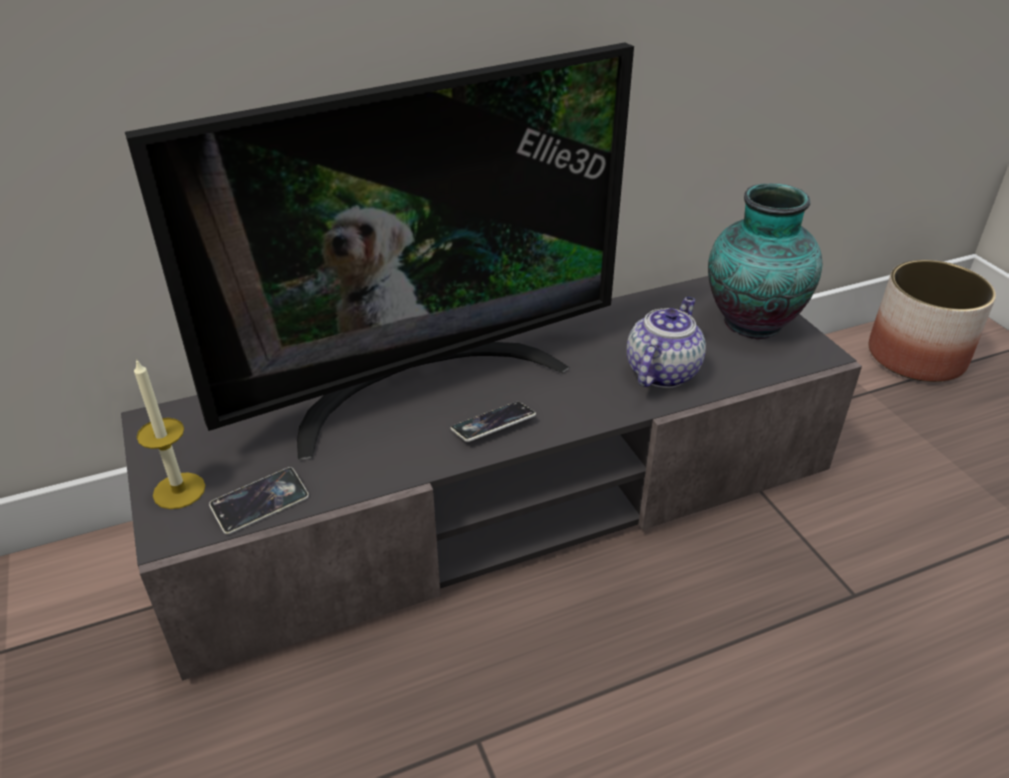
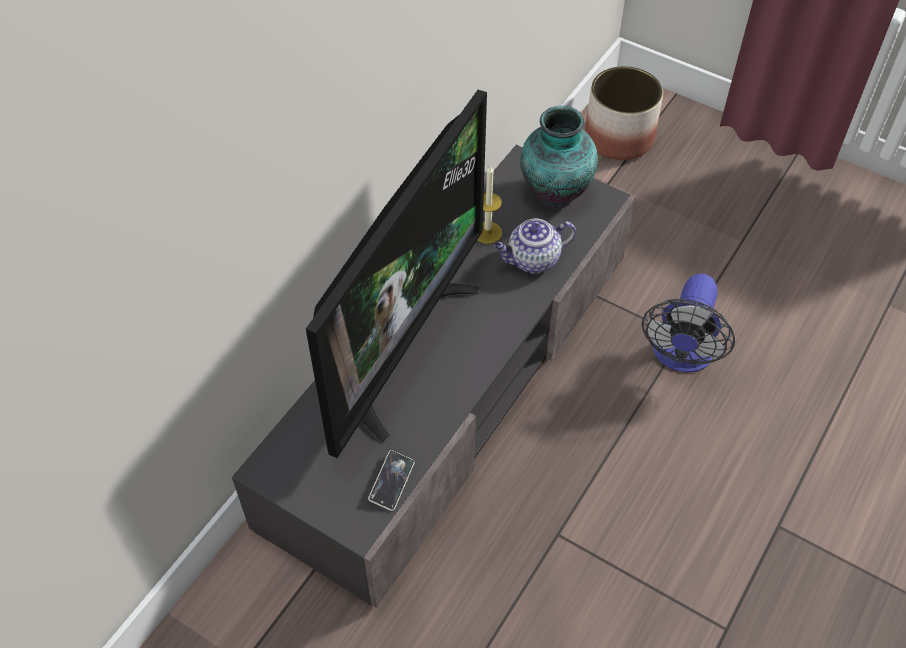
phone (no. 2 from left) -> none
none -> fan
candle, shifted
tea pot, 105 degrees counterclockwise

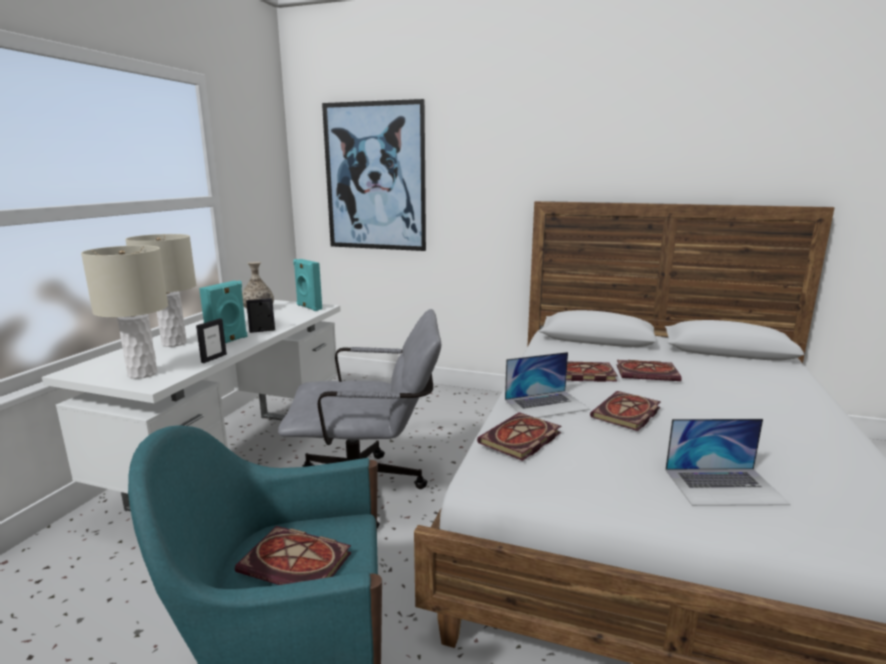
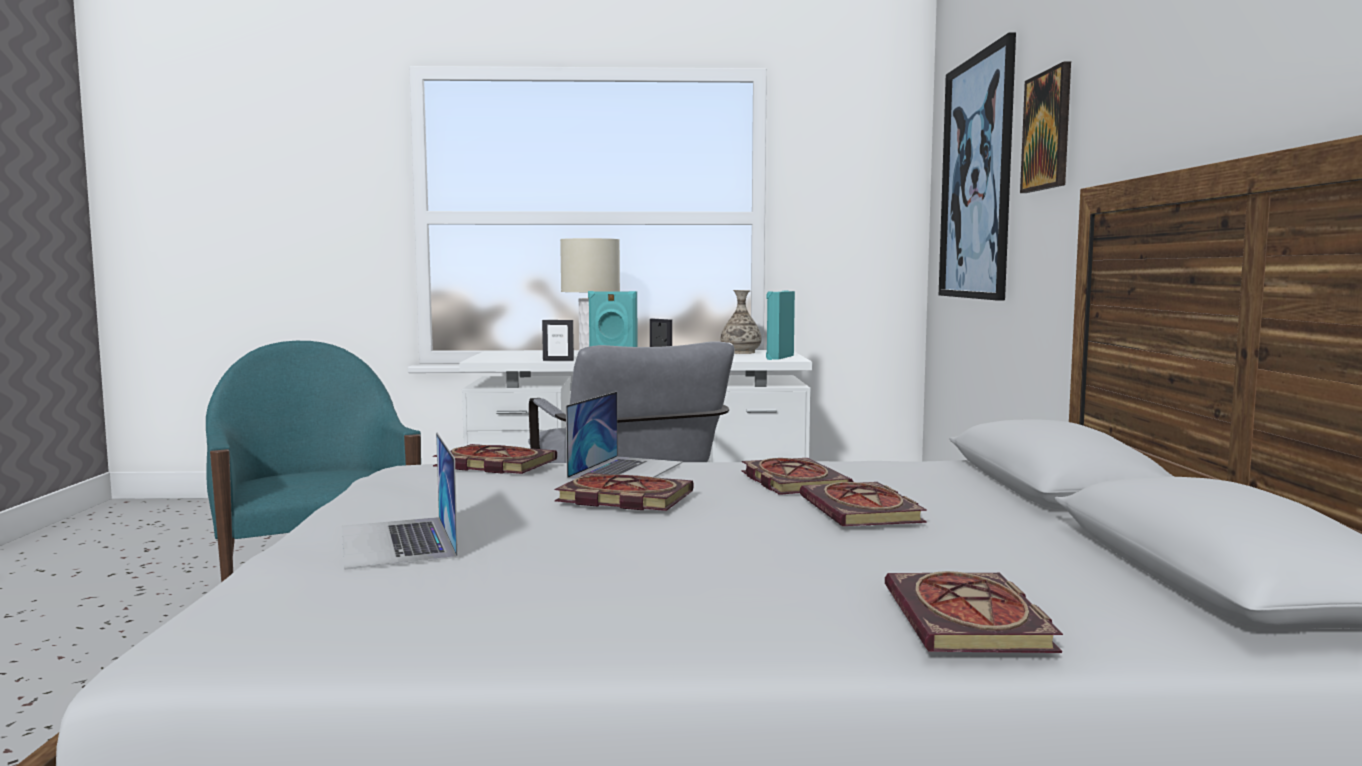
beige-coloured lamp for a table (no. 1 from left) -> none
none -> picture (no. 2 from left)
volume (no. 1 from left in the first image) -> volume (no. 5 from left), shifted
notebook computer (no. 1 from left in the first image) -> notebook computer (no. 2 from left), 120 degrees counterclockwise

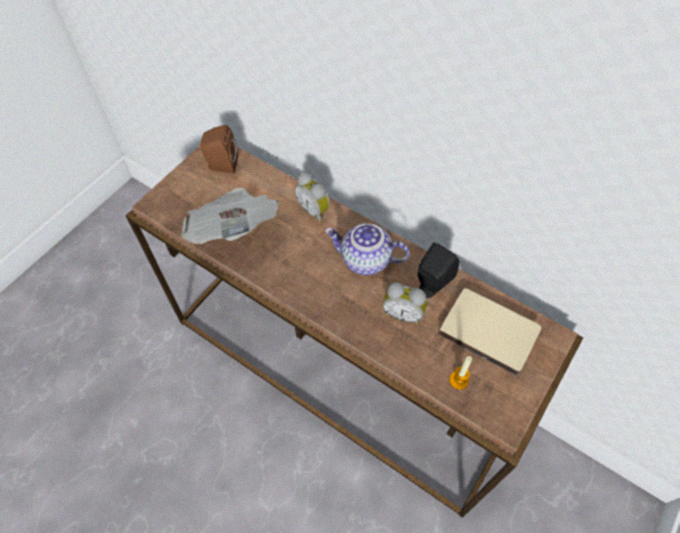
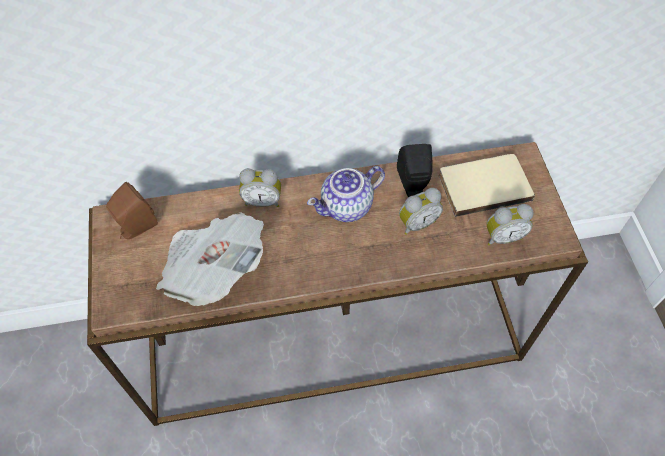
candle -> alarm clock (no. 3 from left)

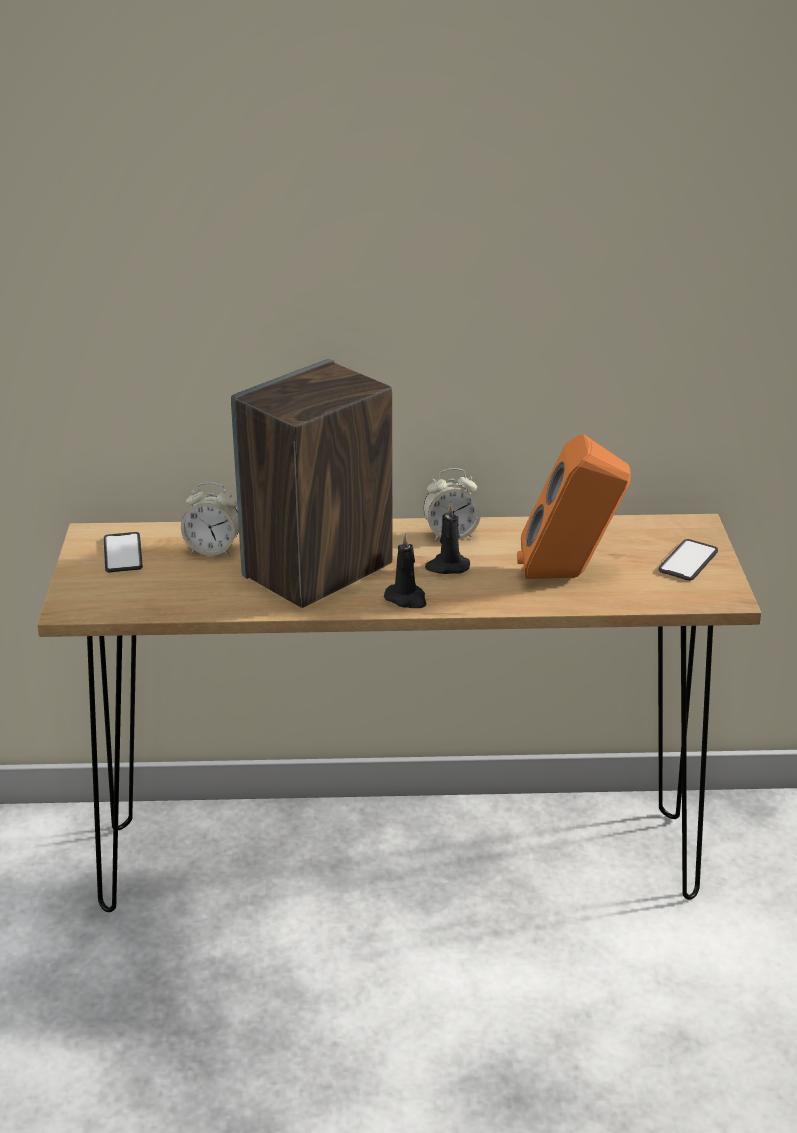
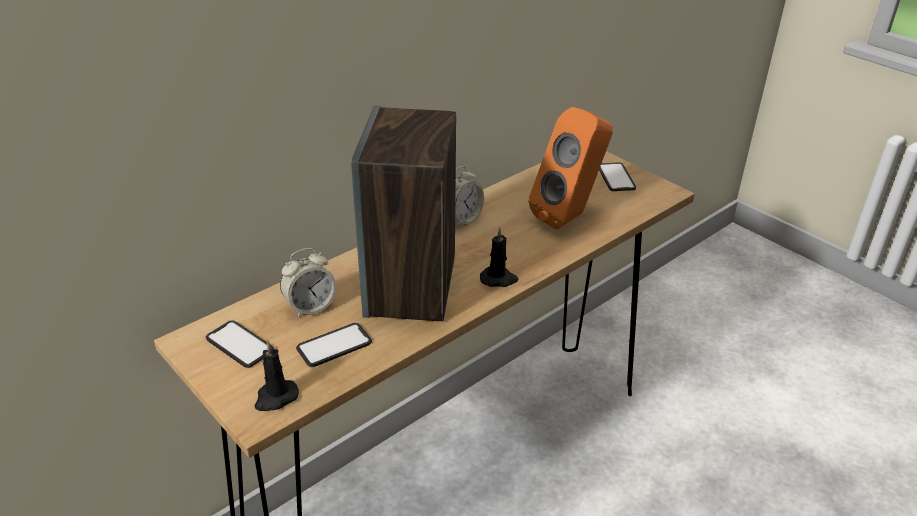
none -> phone (no. 2 from left)
black candle (no. 2 from left in the first image) -> black candle (no. 1 from left), shifted

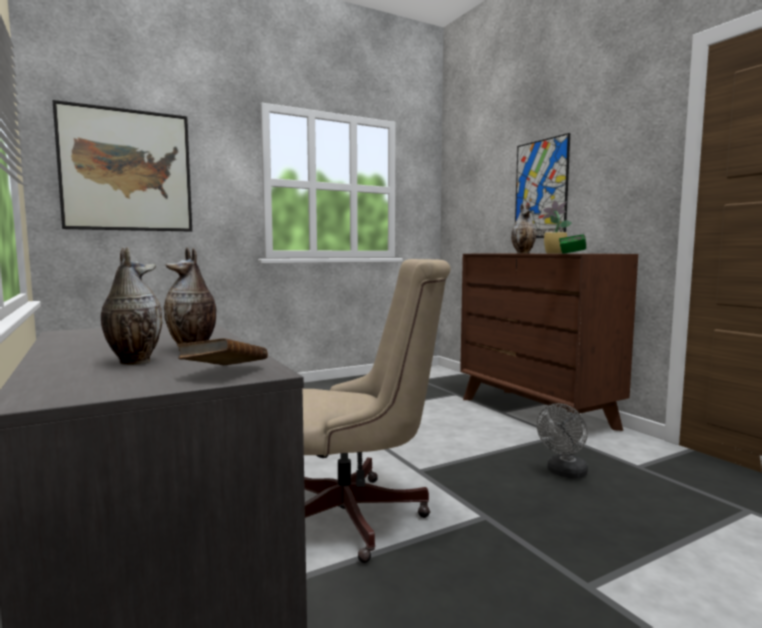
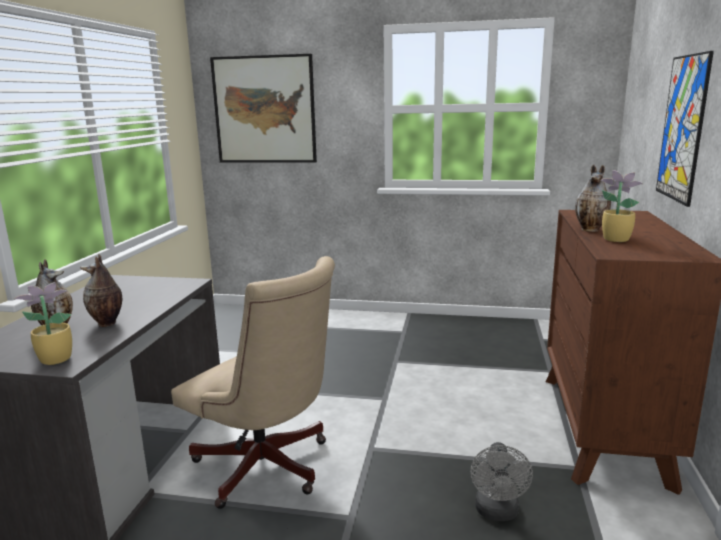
greenish volume -> none
brown-coloured volume -> potted plant (no. 1 from left)
greyish fan, 75 degrees counterclockwise

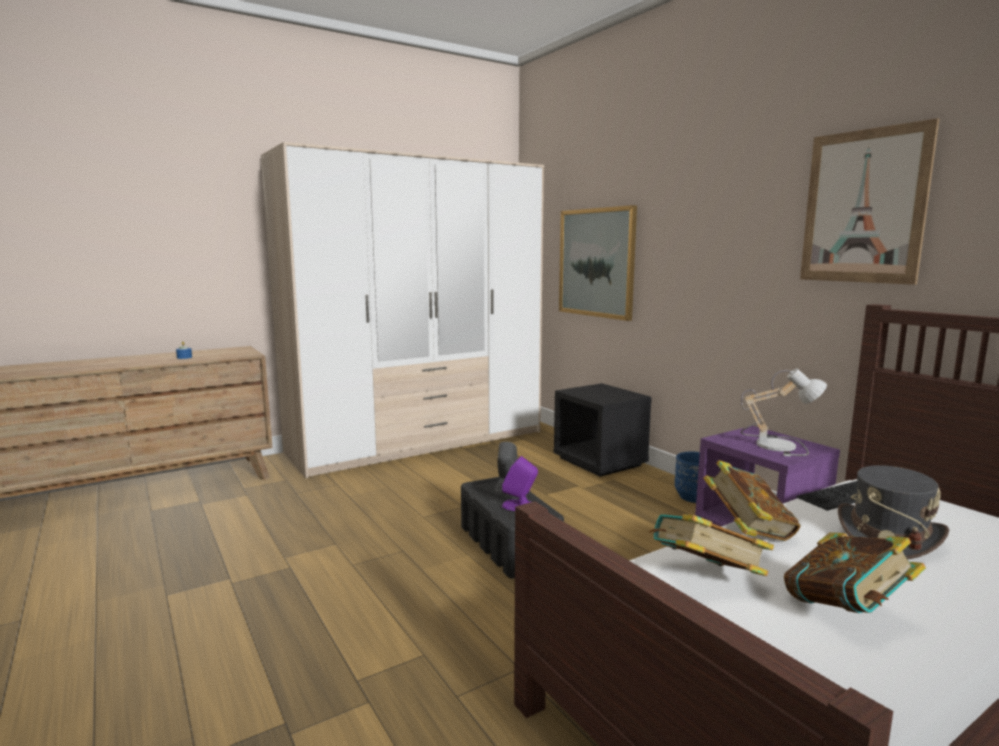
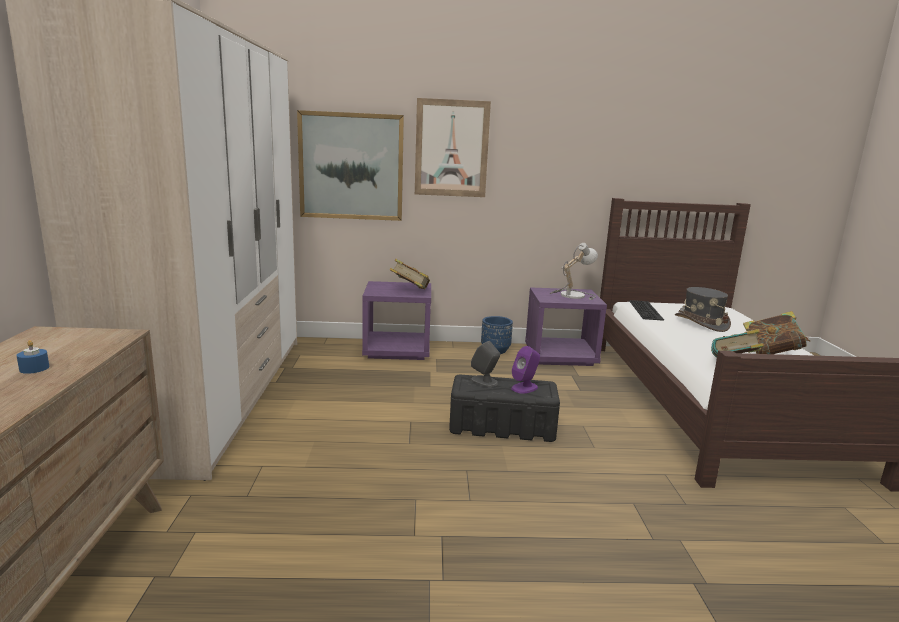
volume (no. 2 from left in the first image) -> volume (no. 1 from left), shifted
picture (no. 2 from left), shifted
black nightstand -> purple-coloured nightstand (no. 1 from left)

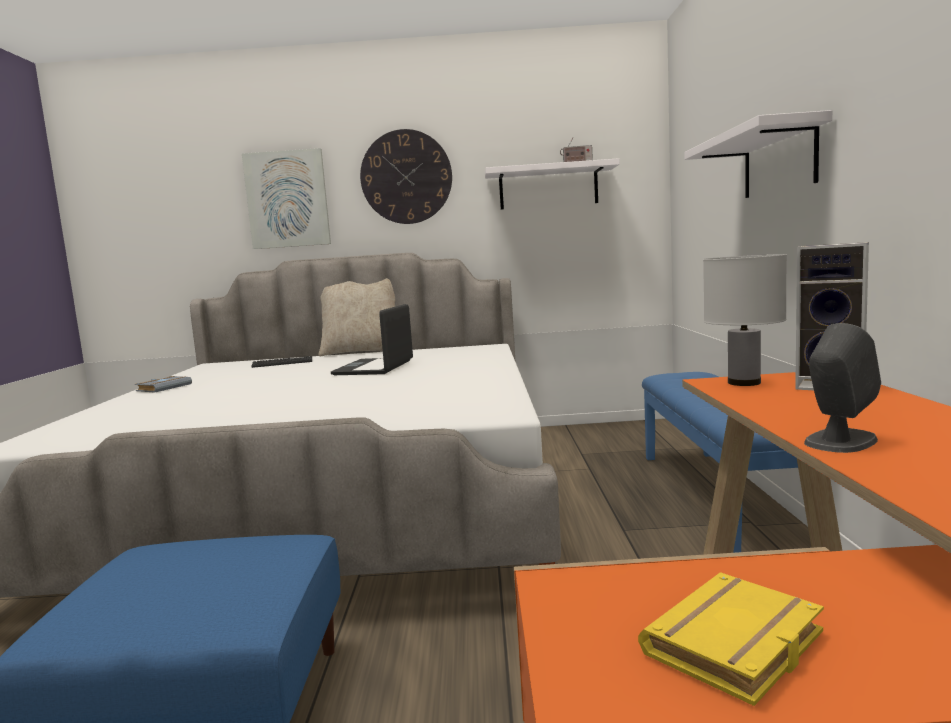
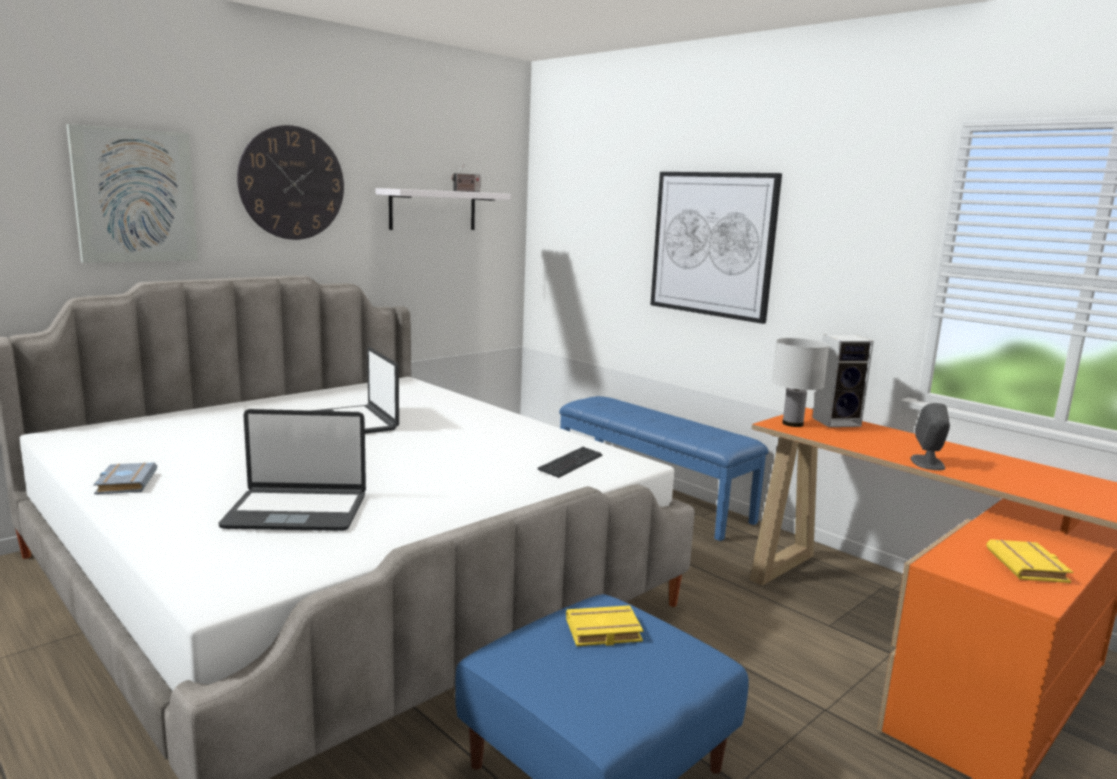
beige-coloured pillow -> none
none -> notebook computer (no. 1 from left)
none -> yellowish volume (no. 1 from left)
PC keyboard, shifted
white shelf (no. 2 from left) -> picture (no. 2 from left)

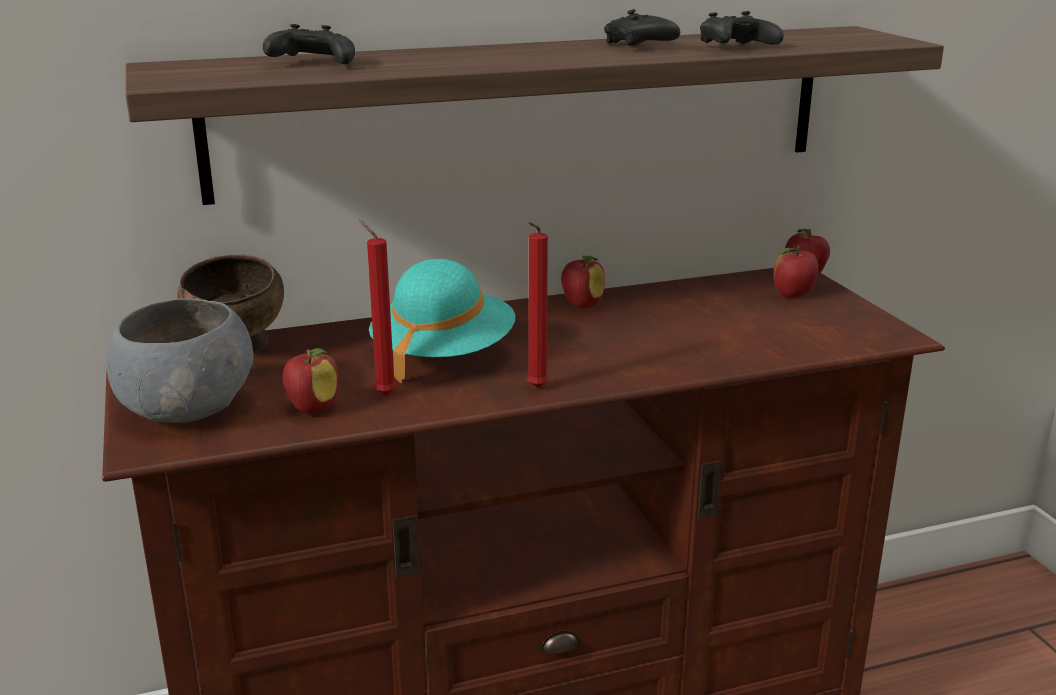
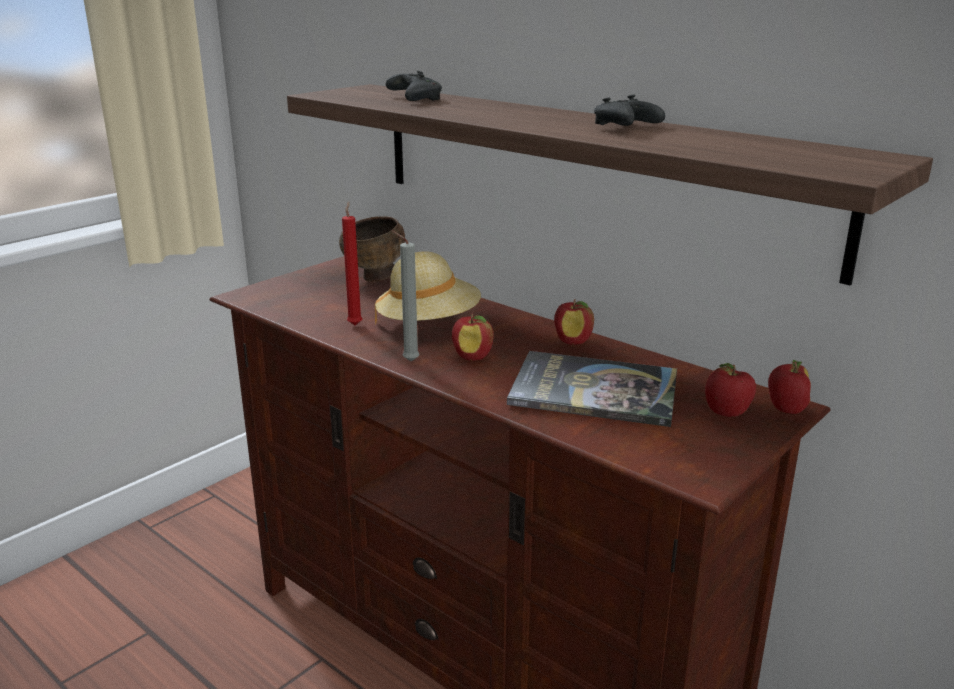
greyish bowl -> none
black game controller (no. 3 from left) -> none
none -> volume
whole apple (no. 1 from left), shifted
blue-green clothing hat -> beige-coloured clothing hat
red-coloured candle (no. 2 from left) -> greyish candle

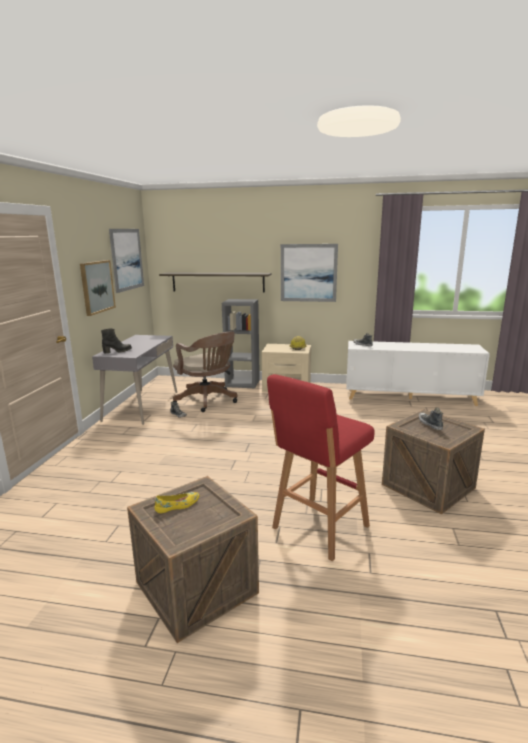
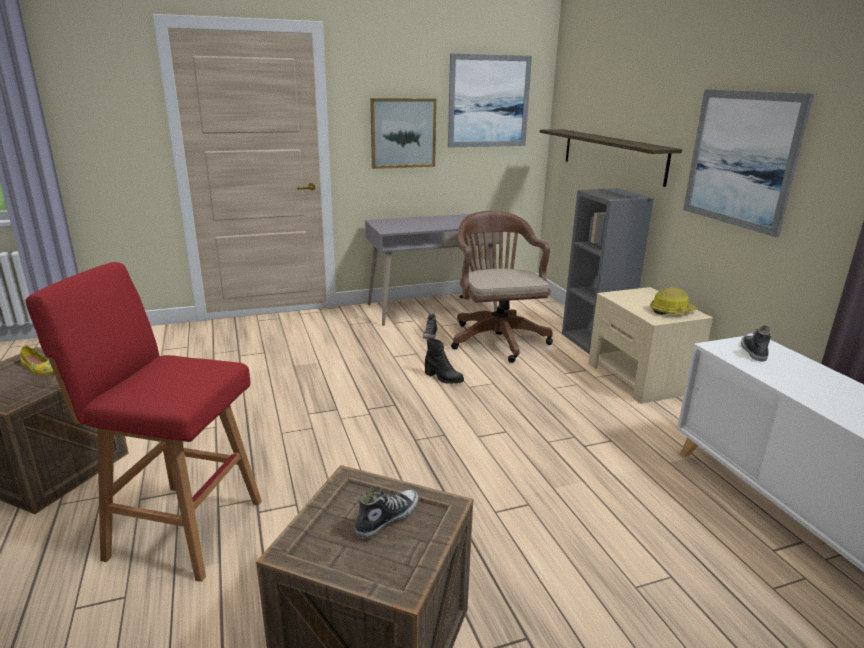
black high-top boot, shifted
brown-coloured desk chair, 150 degrees clockwise

